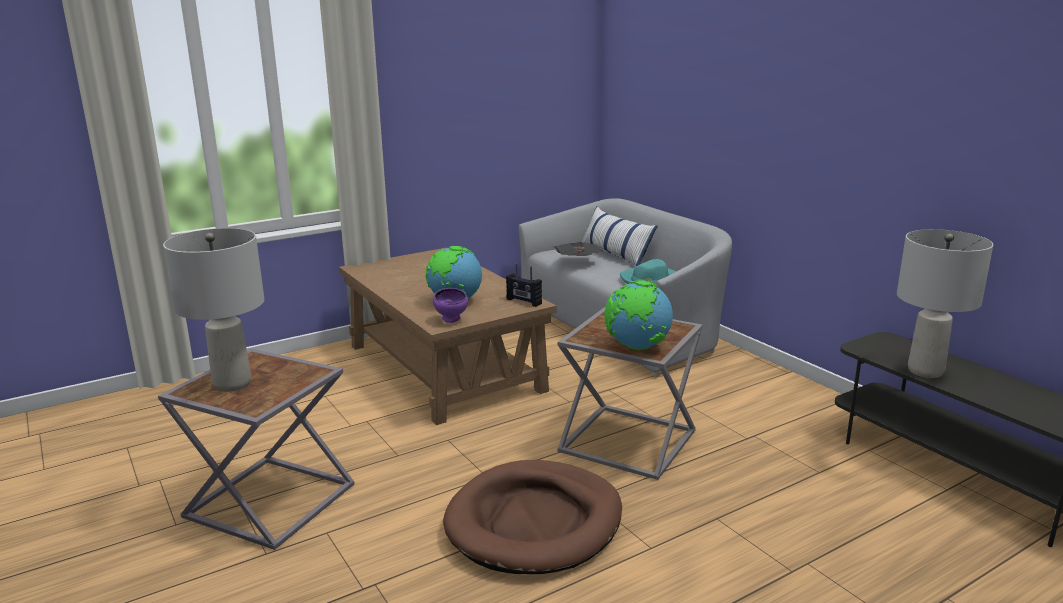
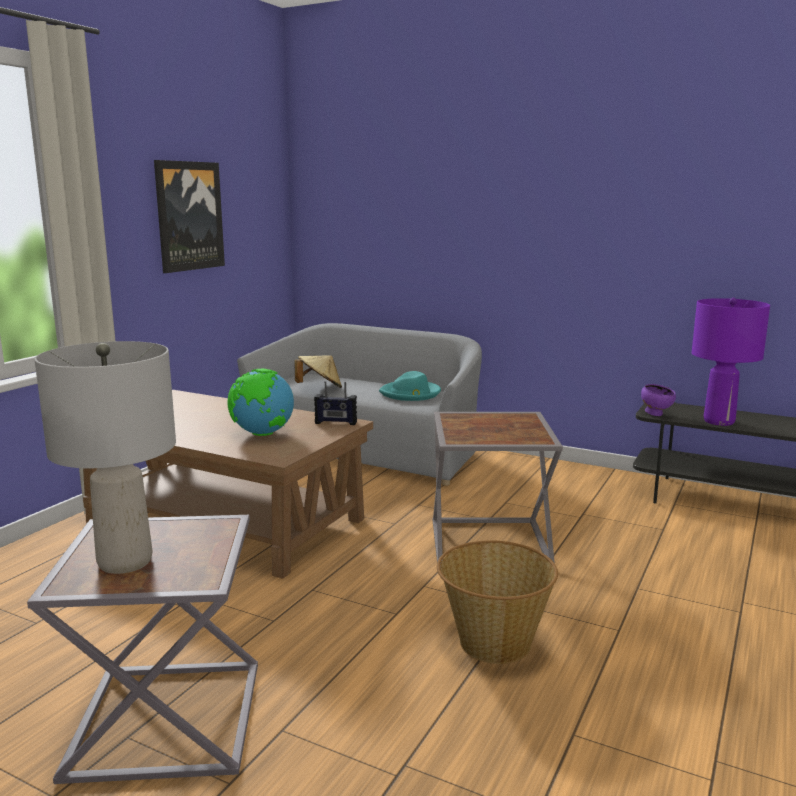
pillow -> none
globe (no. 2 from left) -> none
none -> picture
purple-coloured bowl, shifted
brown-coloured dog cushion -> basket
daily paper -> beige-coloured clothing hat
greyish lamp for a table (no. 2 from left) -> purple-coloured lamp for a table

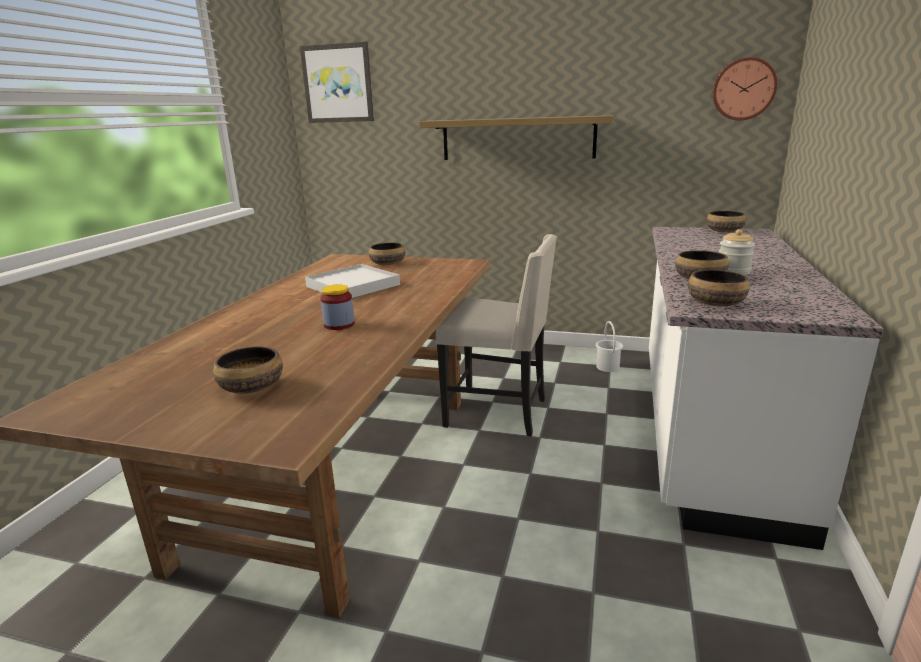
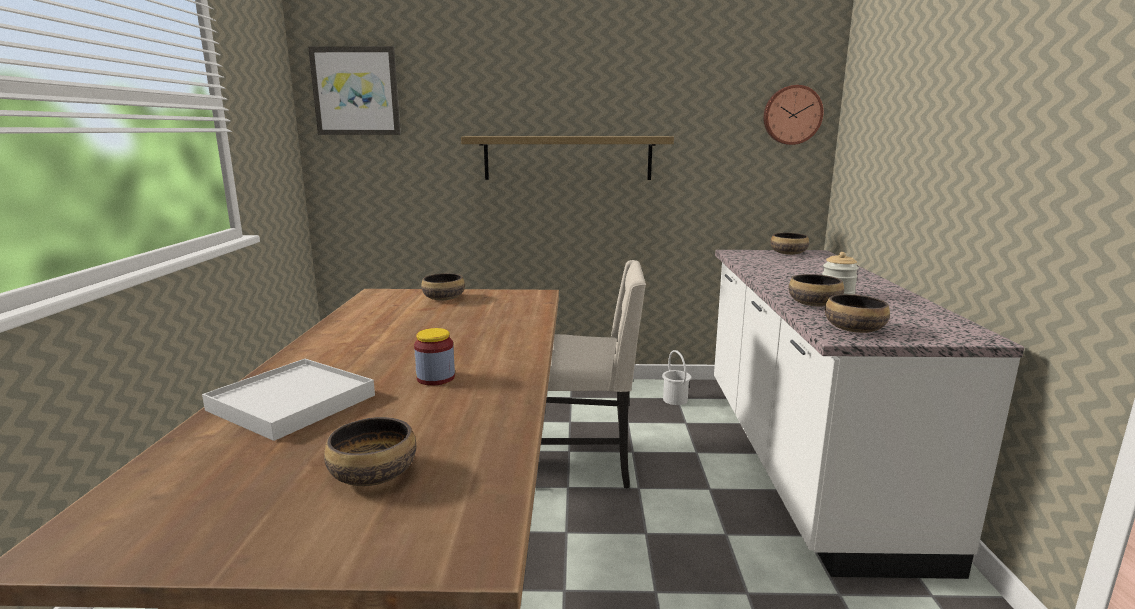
white carrying tray, shifted

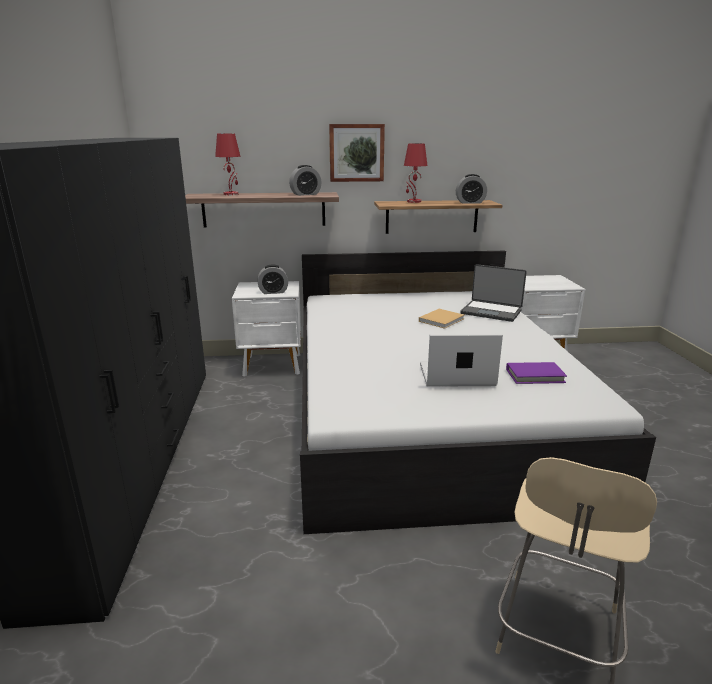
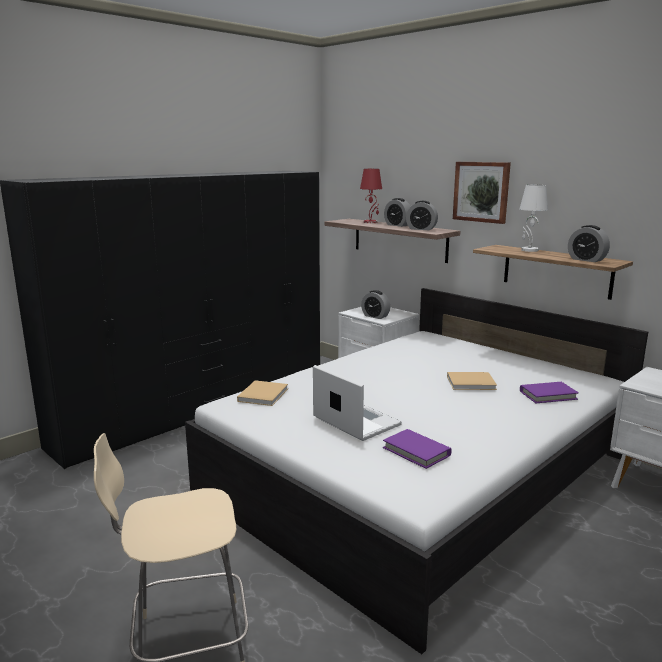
none -> beige-coloured volume (no. 1 from left)
none -> alarm clock (no. 2 from left)
notebook computer (no. 2 from left) -> purple-coloured volume (no. 2 from left)
red-coloured lamp for a table (no. 2 from left) -> white lamp for a table

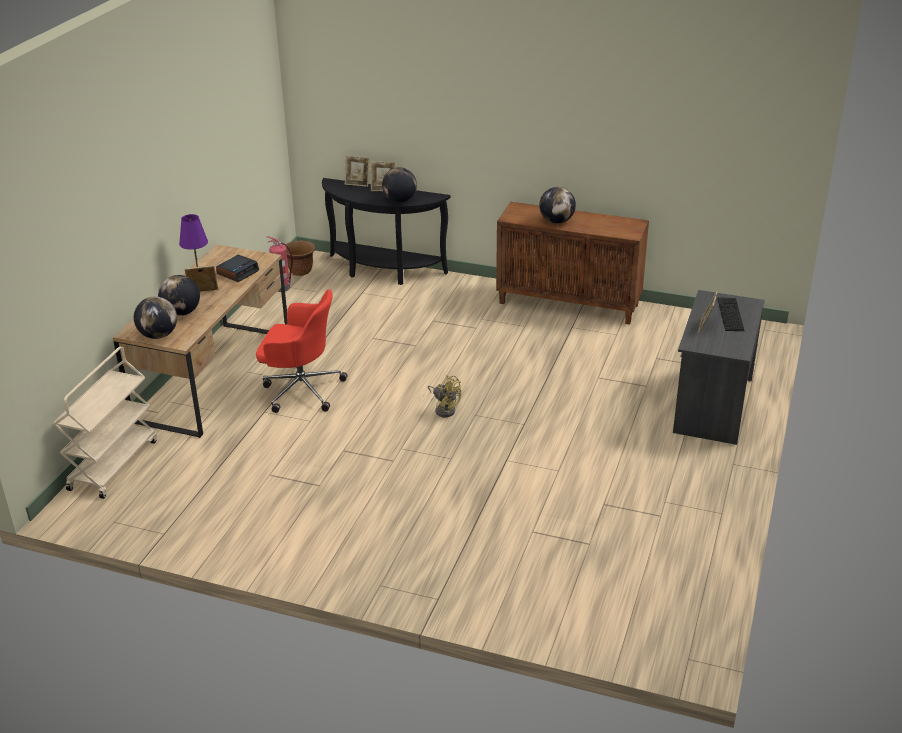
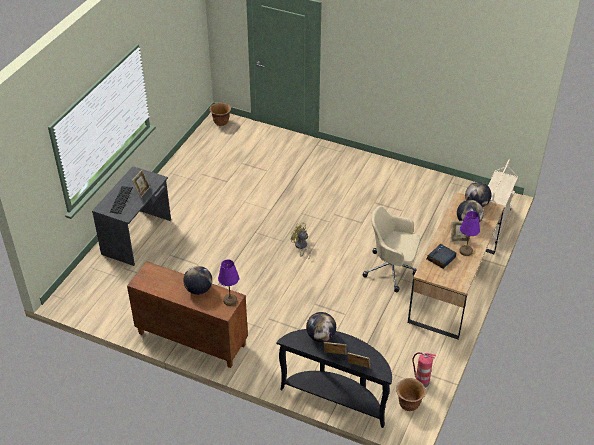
none -> brown-coloured planter (no. 1 from left)
none -> purple-coloured lamp for a table (no. 1 from left)
red-coloured desk chair -> beige-coloured desk chair

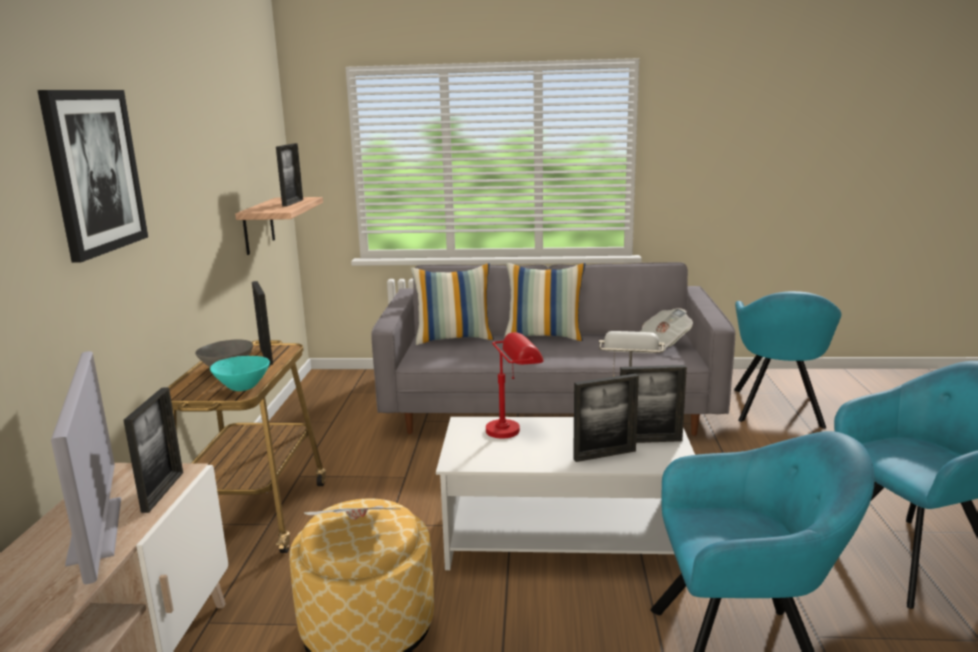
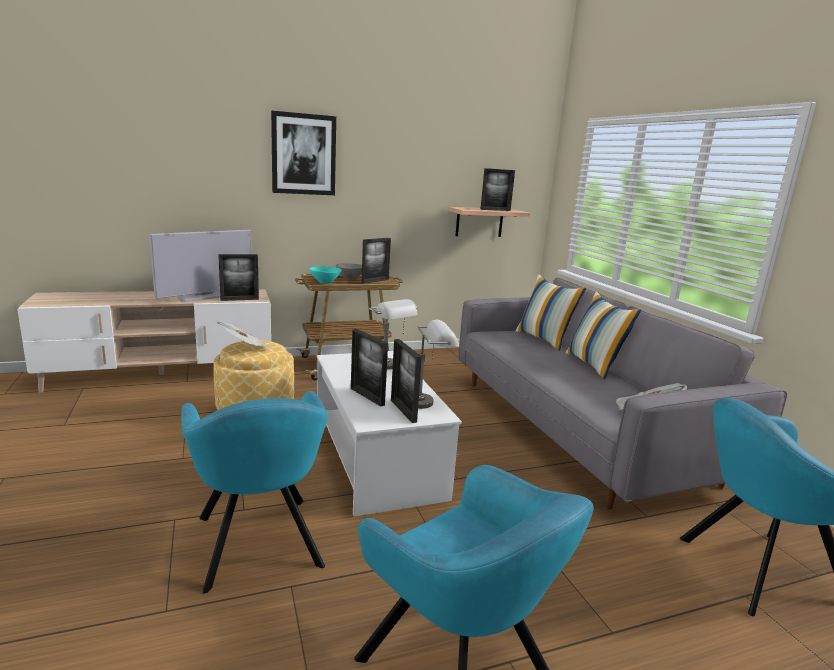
red-coloured lamp for a table -> greyish lamp for a table (no. 1 from left)

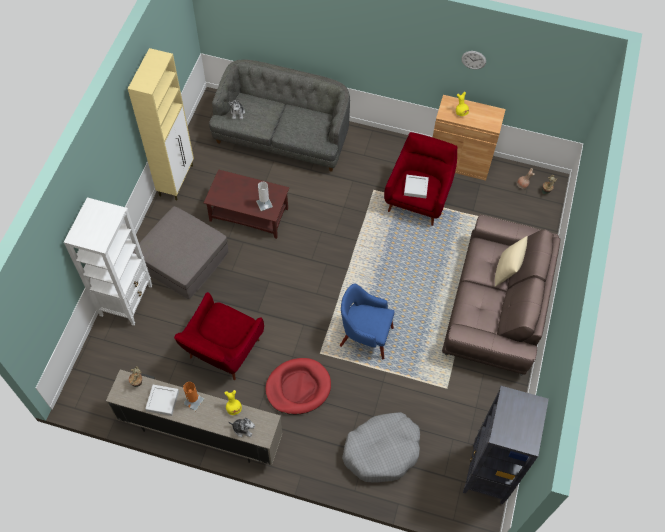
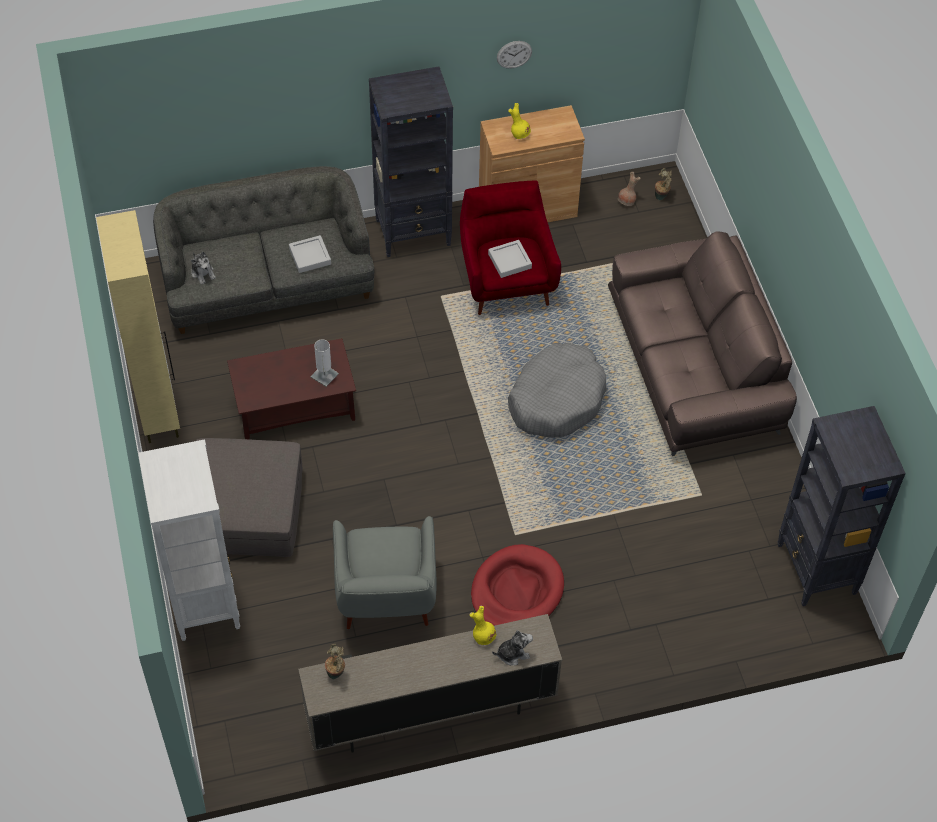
orange lamp for a table -> none
blue-coloured easy chair -> none
beige-coloured pillow -> none
none -> black bookshelf (no. 1 from left)
greyish carrying tray (no. 1 from left), shifted
greyish dog cushion, shifted
red-coloured easy chair (no. 1 from left) -> greyish easy chair

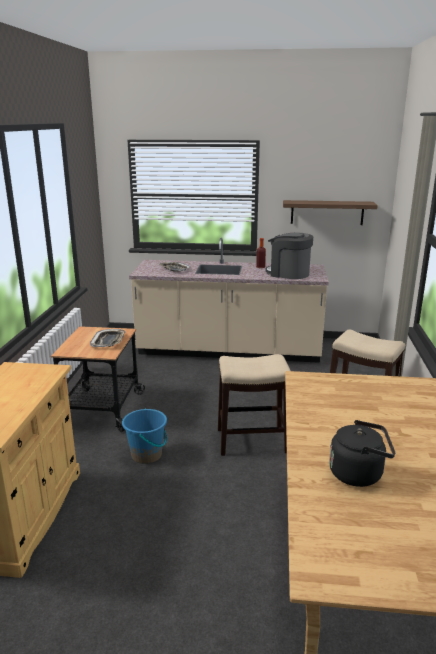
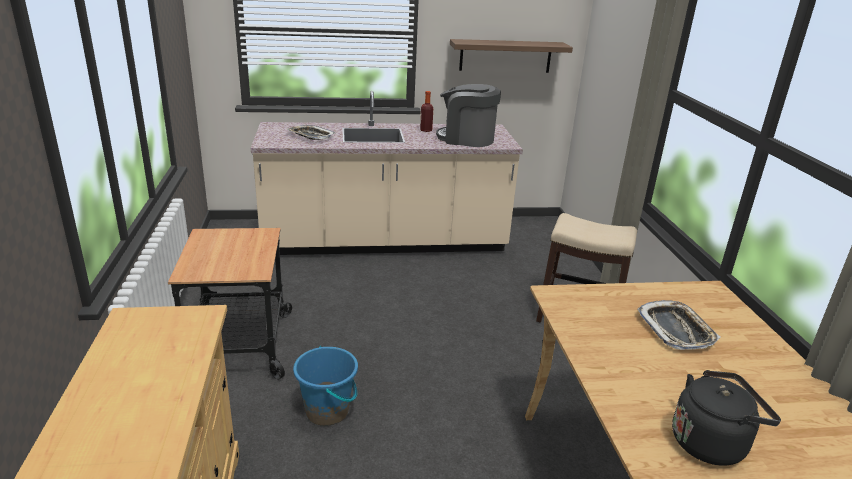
stool seat (no. 1 from left) -> none
carrying tray (no. 1 from left in the first image) -> carrying tray (no. 2 from left), shifted

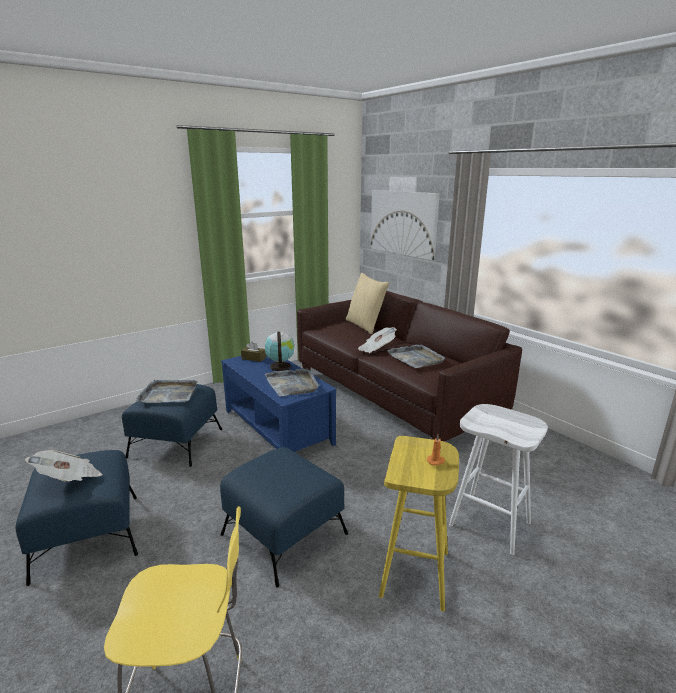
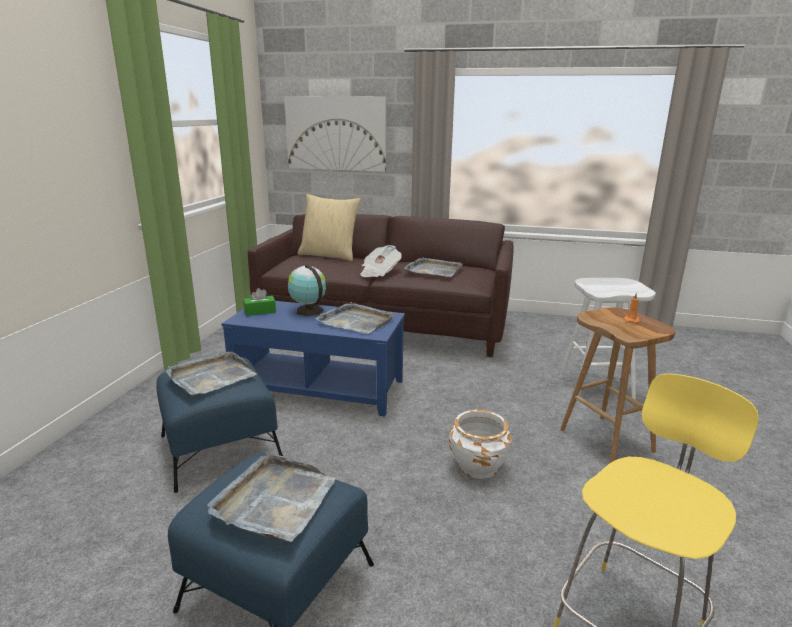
daily paper (no. 1 from left) -> greyish carrying tray (no. 2 from left)
blue-coloured footrest (no. 3 from left) -> white planter
brown-coloured box of tissues -> greenish box of tissues
yellowish stool seat (no. 2 from left) -> brown-coloured stool seat

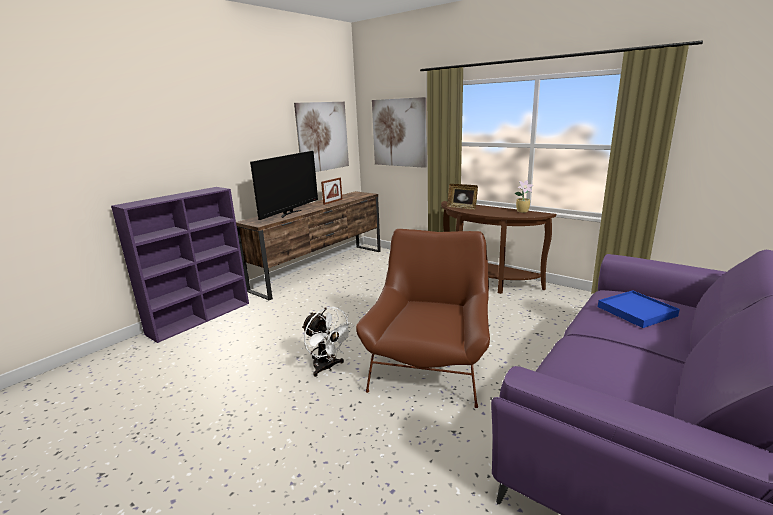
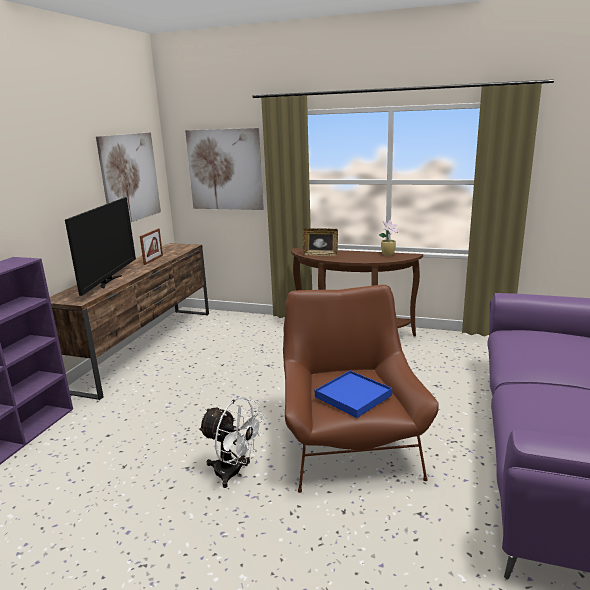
blue-coloured carrying tray, shifted

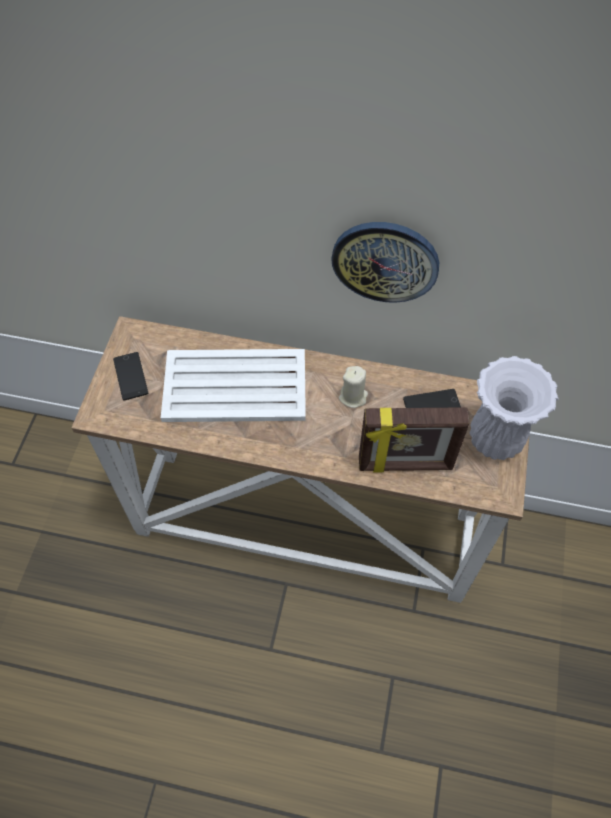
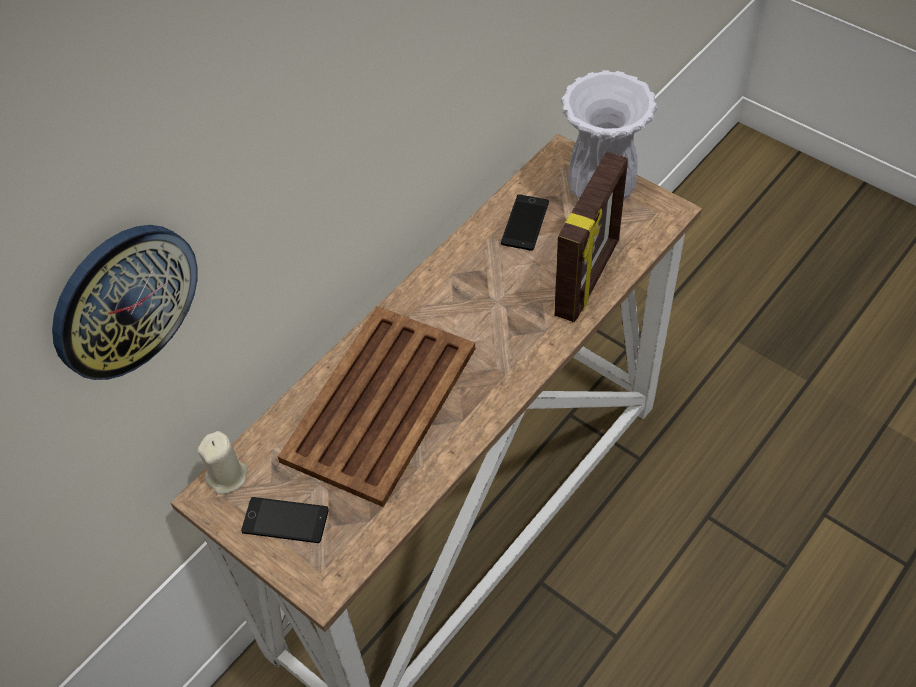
clock on the wall, shifted
beige-coloured candle, shifted
white carrying tray -> brown-coloured carrying tray

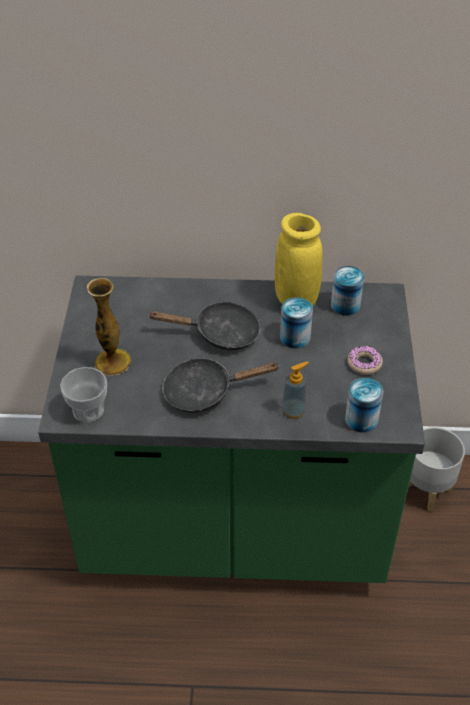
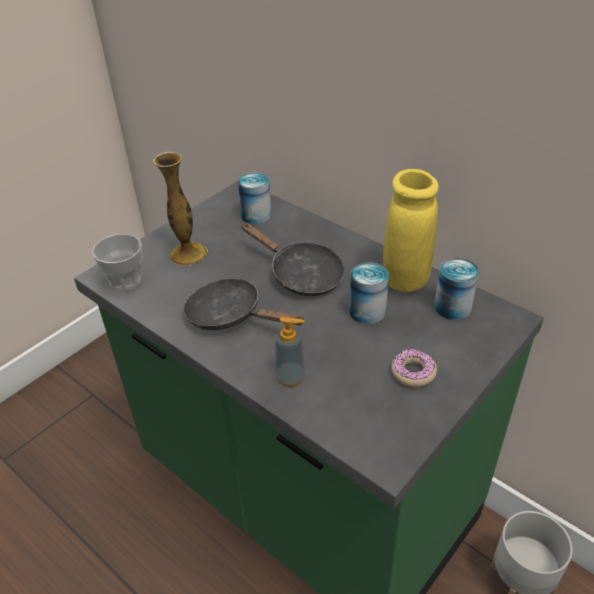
metal can (no. 3 from left in the first image) -> metal can (no. 1 from left), shifted

